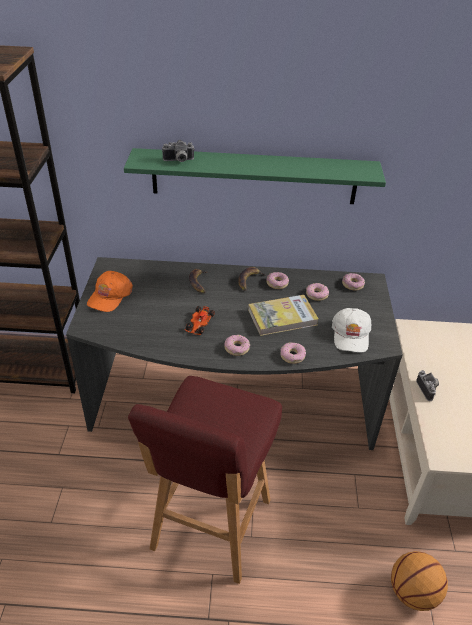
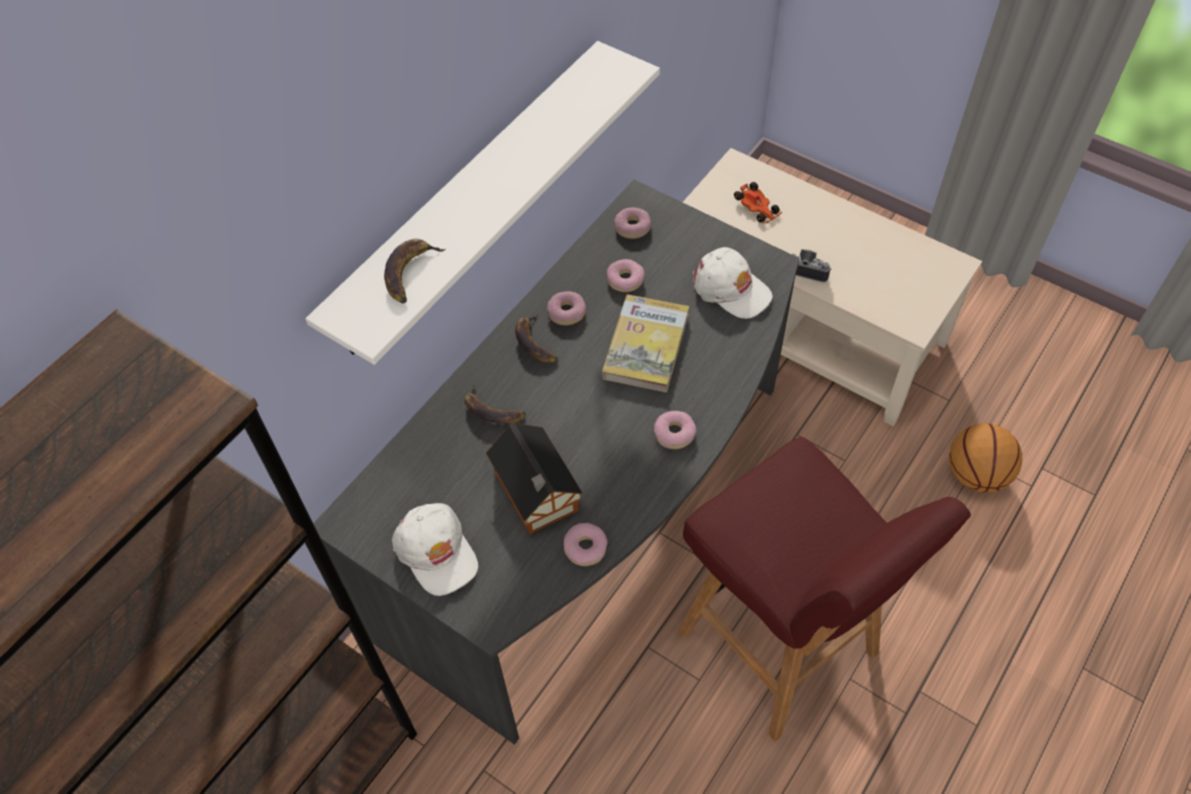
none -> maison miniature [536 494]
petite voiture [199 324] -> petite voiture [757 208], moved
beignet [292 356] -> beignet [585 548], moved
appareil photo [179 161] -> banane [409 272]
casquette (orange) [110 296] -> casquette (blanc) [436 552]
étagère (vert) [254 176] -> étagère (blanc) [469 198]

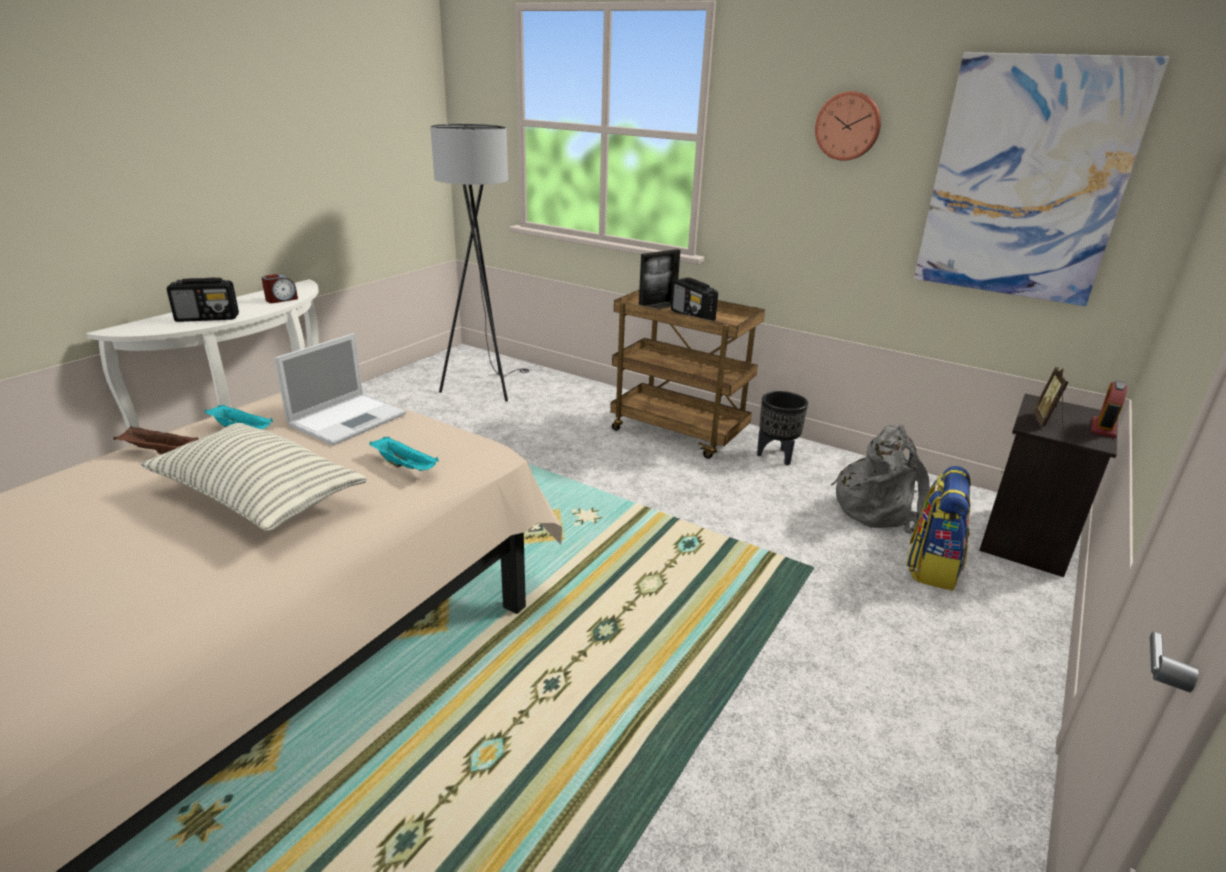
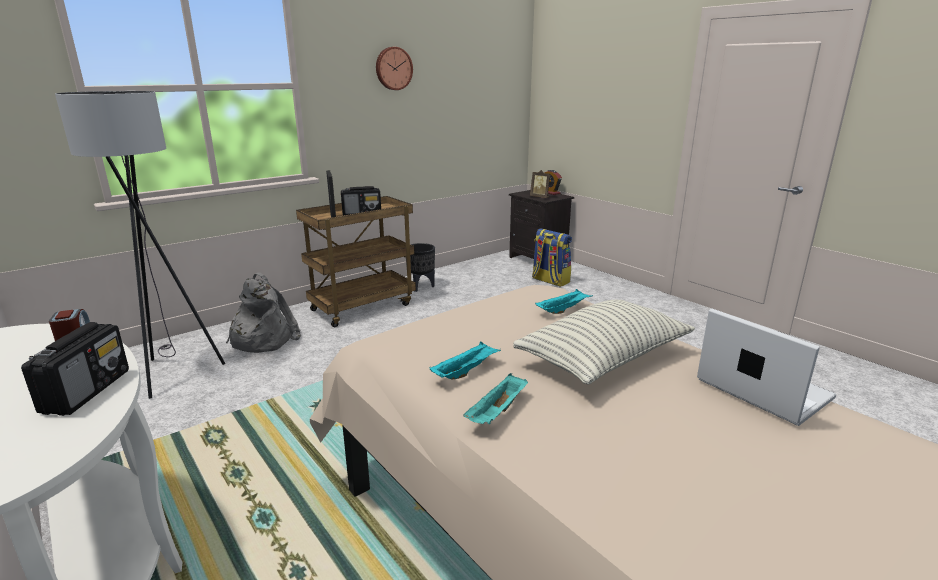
tableau [1026 180] -> none
ordinateur portable [349 419] -> ordinateur portable [760 388], moved
sac à dos (gris) [878 507] -> sac à dos (gris) [262 339], moved
plateau (marron) [158 451] -> plateau (turquoise) [497 413]

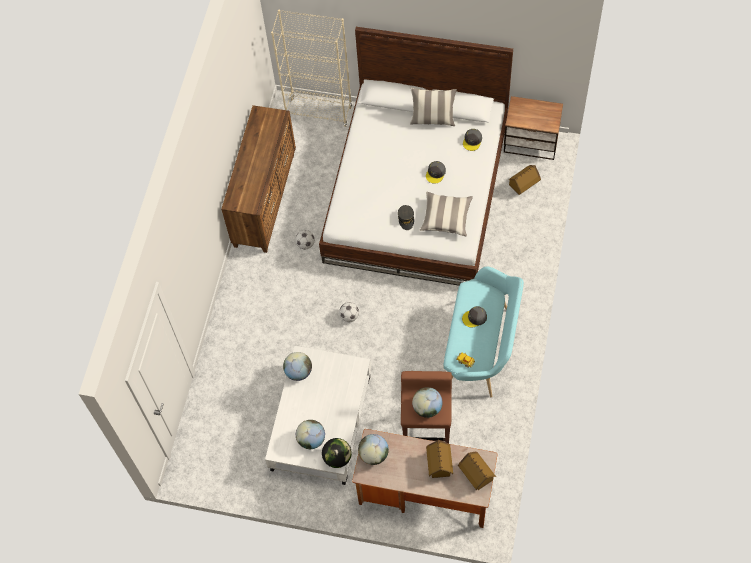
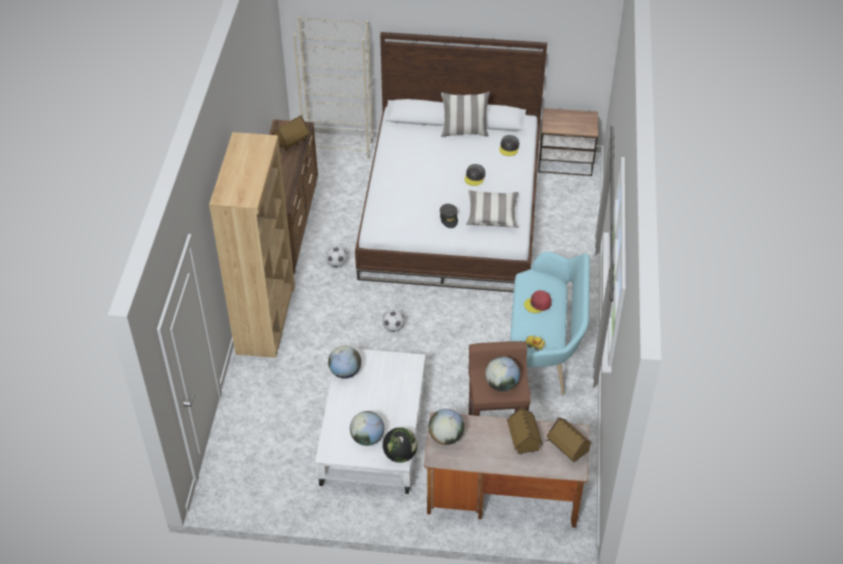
none -> bibliothèque (marron) [266 319]
maison miniature [523 185] -> maison miniature [292 143], moved
casquette (gris) [474 318] -> casquette (rouge) [538 304]

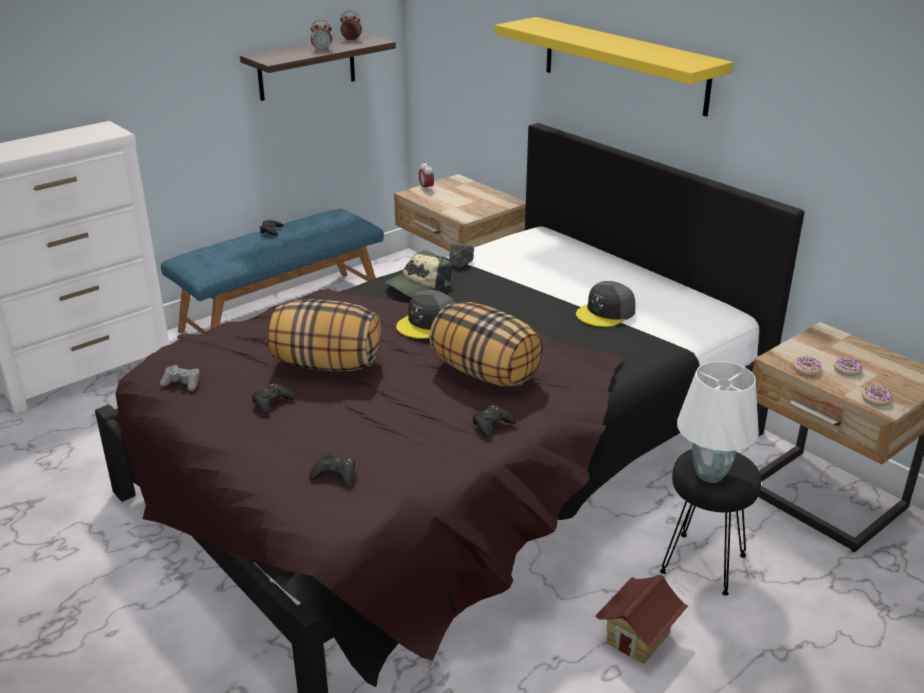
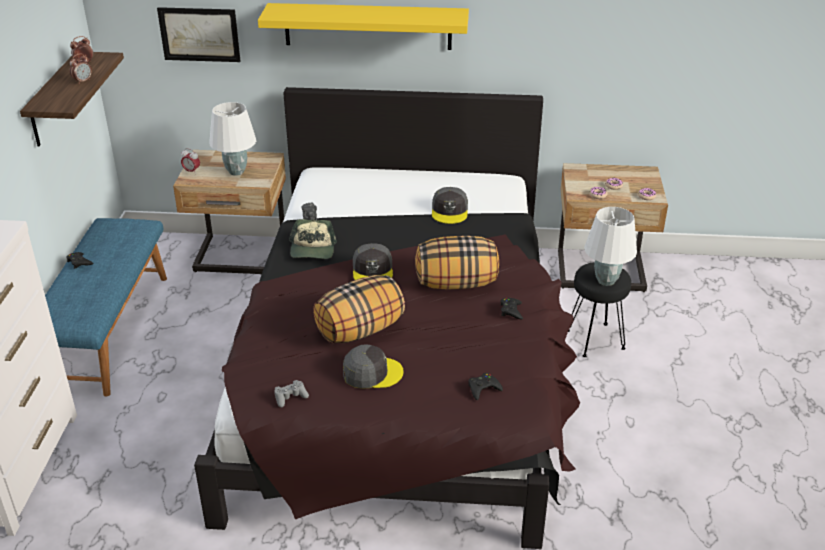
maison miniature [638 638] -> none
none -> tableau [199 34]
none -> lampe de table (blanc) [236 172]
manette (noir) [272 402] -> casquette (gris) [372 373]

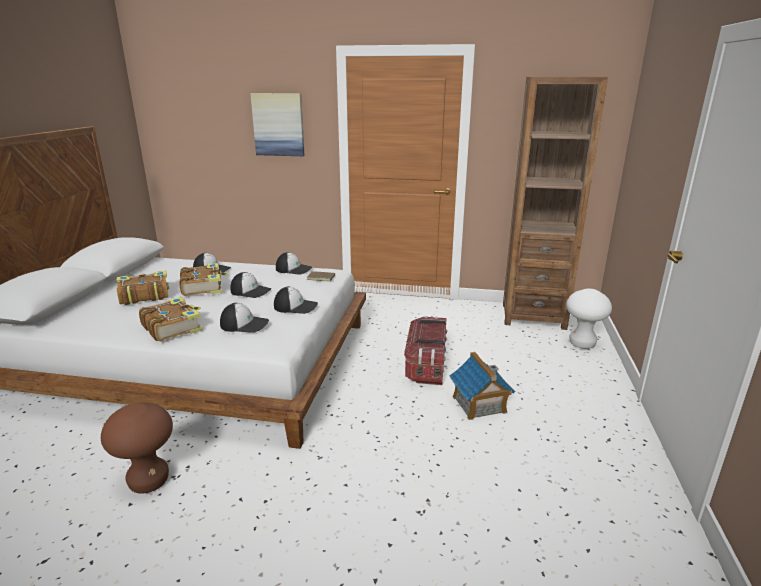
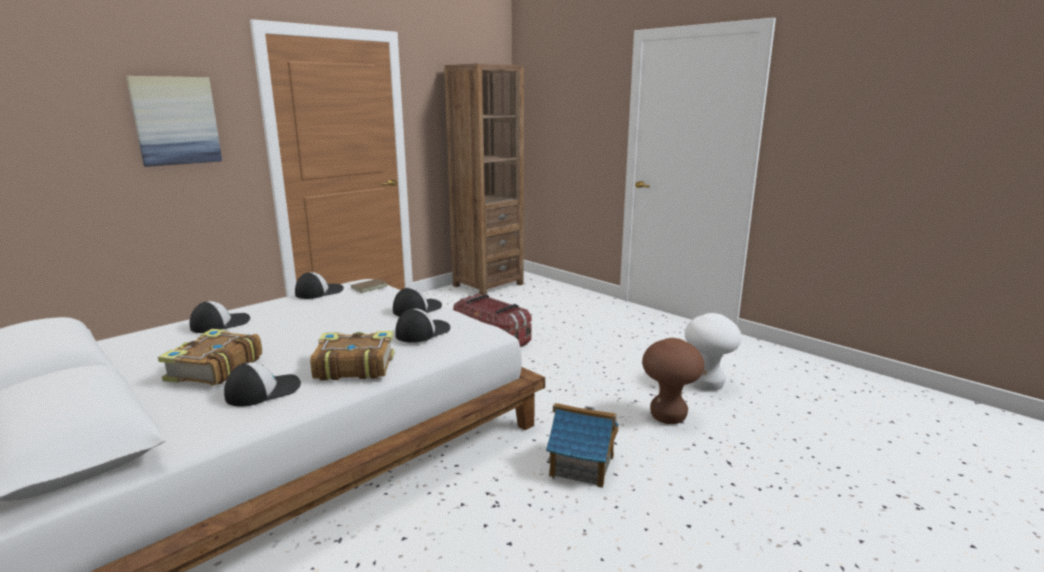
livre [203 287] -> none
tabouret (marron) [149 482] -> tabouret (marron) [668 417], moved
casquette [251 291] -> casquette [263 390], moved
maison miniature [479 405] -> maison miniature [582 466], moved
tabouret (blanc) [582 344] -> tabouret (blanc) [707 385], moved

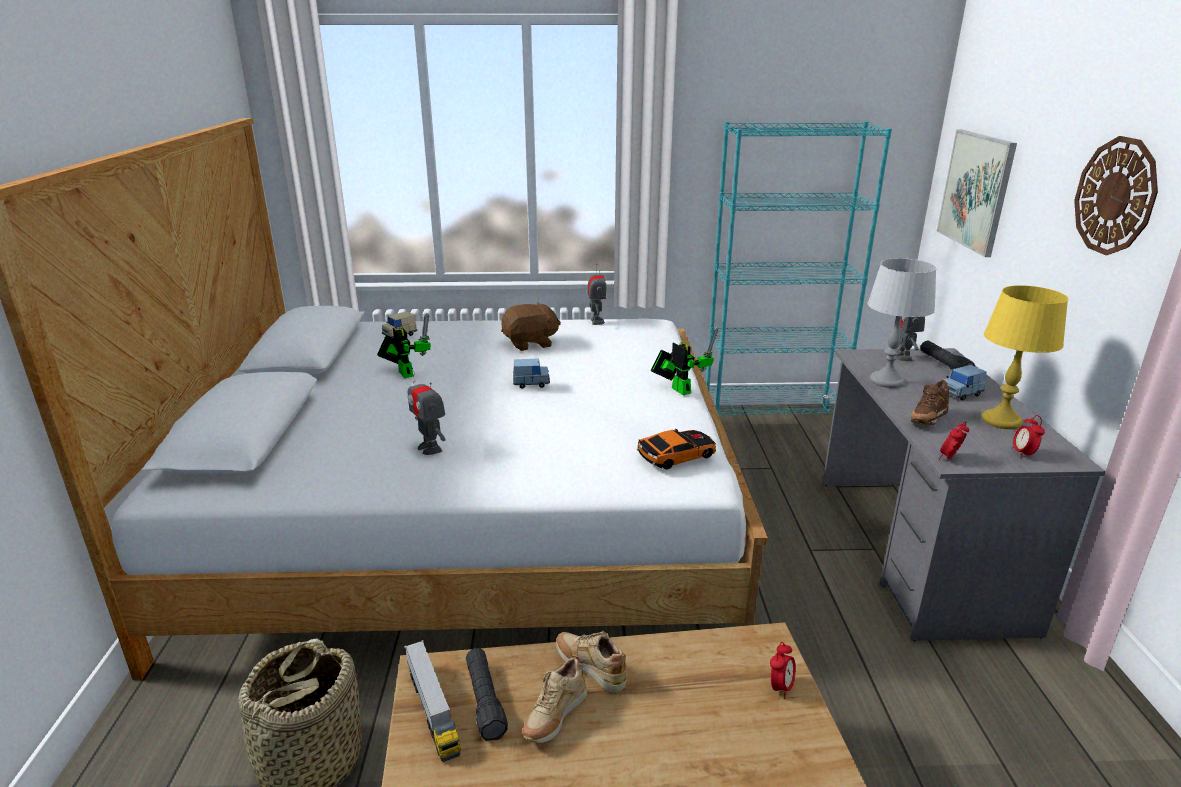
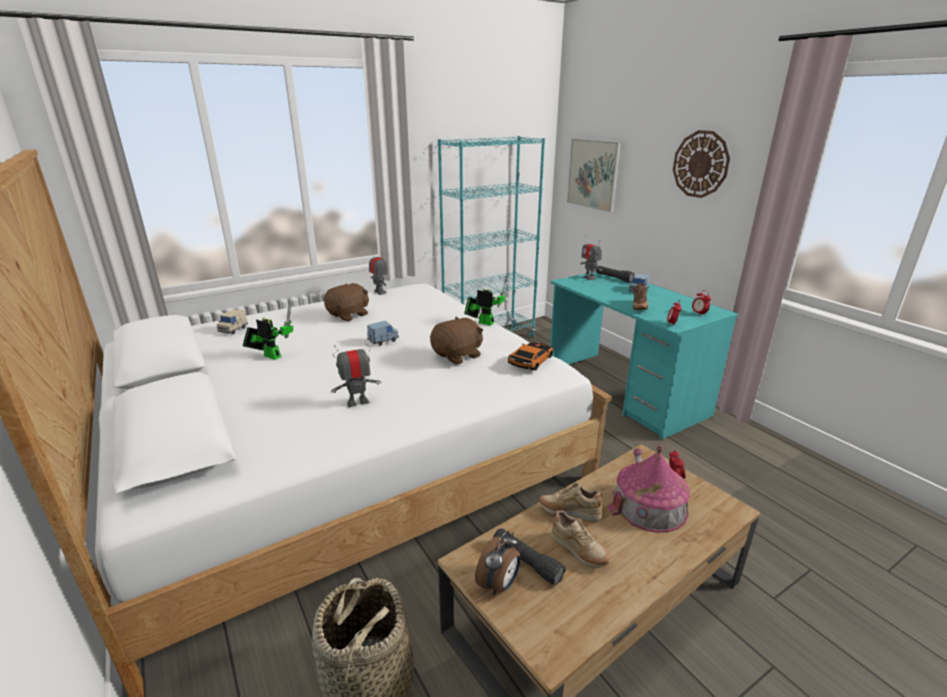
lampe de table (gris) [887 381] -> none
lampe de table (jaune) [1002 421] -> none
none -> peluche (marron) [458 356]
none -> maison miniature [649 505]
camion jouet [433 710] -> réveil [499 584]
bureau (gris) [917 550] -> bureau (turquoise) [624 392]
robot jouet [430 448] -> robot jouet [357 402], 135 degrees clockwise
chaussure (beige) [554 718] -> chaussure (beige) [579 552], 45 degrees counterclockwise

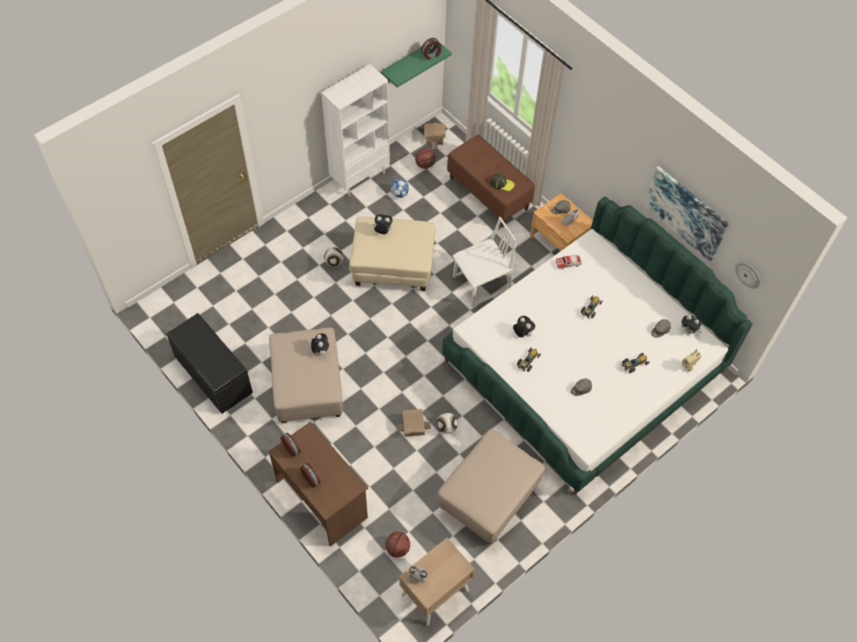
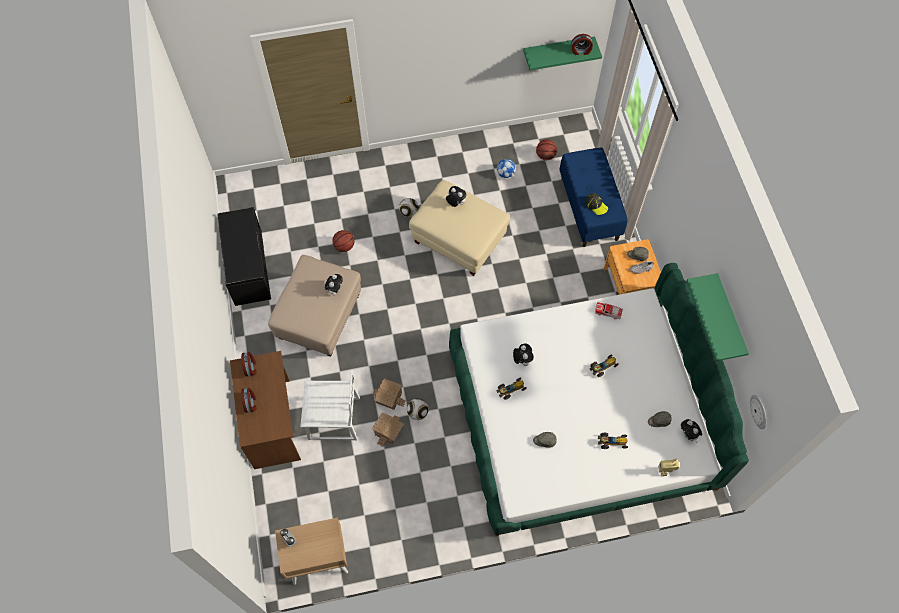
bibliothèque (blanc) [360 177] -> none
pouf (beige) [488 497] -> none
ballon de basket [397 548] -> ballon de basket [344 246], moved
maison miniature [435 138] -> maison miniature [389 431], moved
chaise (blanc) [481 284] -> chaise (blanc) [334 419], moved
tableau [686 213] -> étagère (vert) [729 318]
banc (marron) [489 193] -> banc (bleu) [589 209]

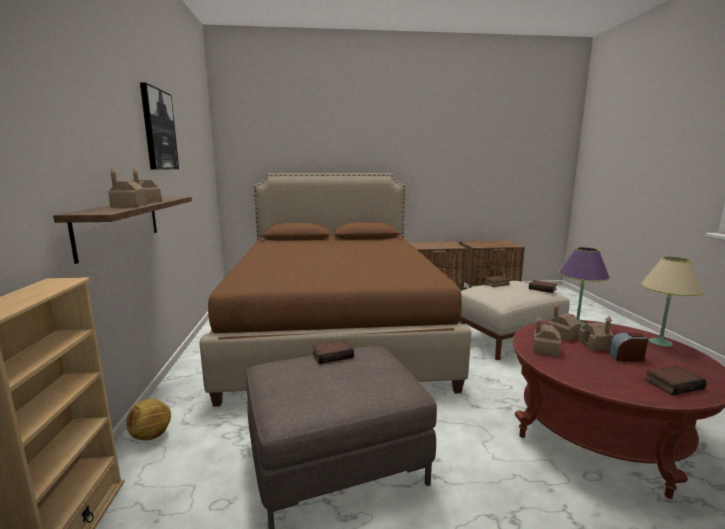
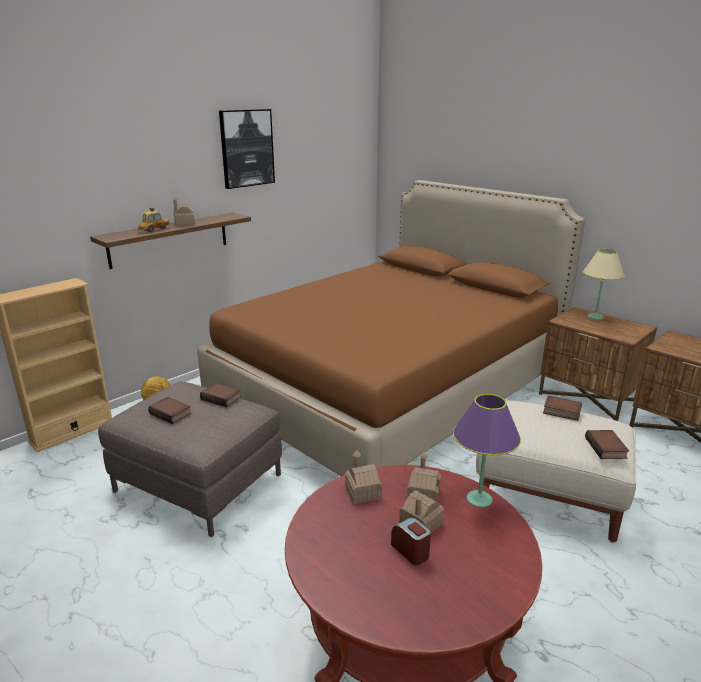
lampe de table (beige) [660 342] -> lampe de table (beige) [595 316], moved
livre [672 383] -> livre [171 413], moved
maison miniature [129 206] -> petite voiture [155 230]

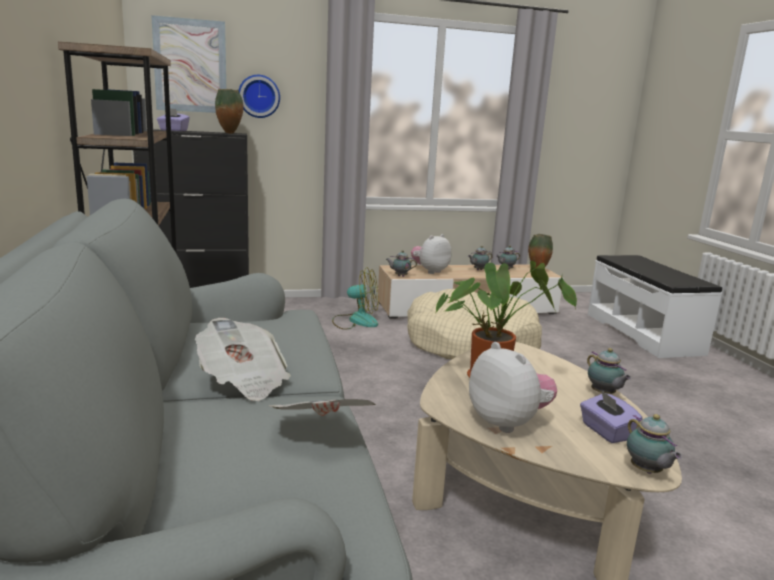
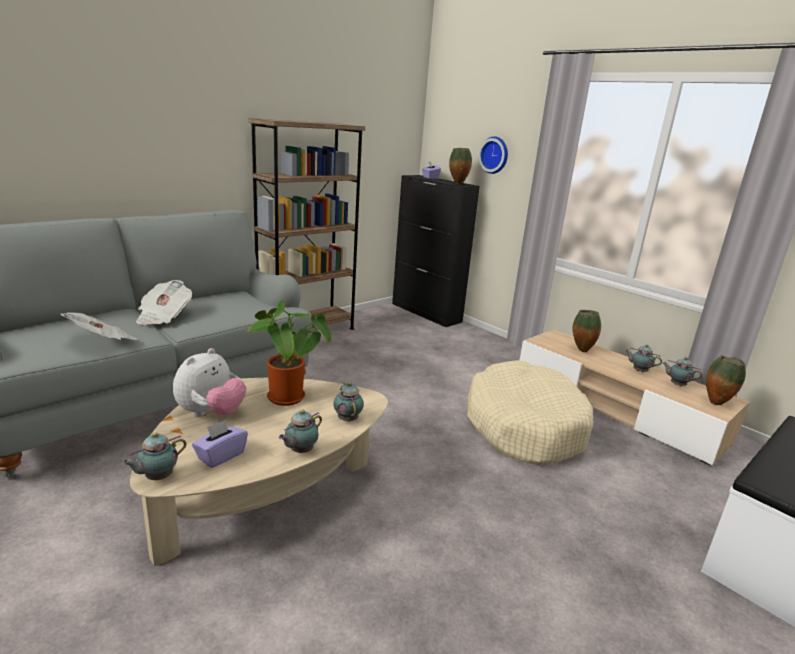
tableau [190 66] -> none
ventilateur [356 321] -> none
théière [400 276] -> théière [347 419], moved
peluche [430 271] -> vase [581 350]

